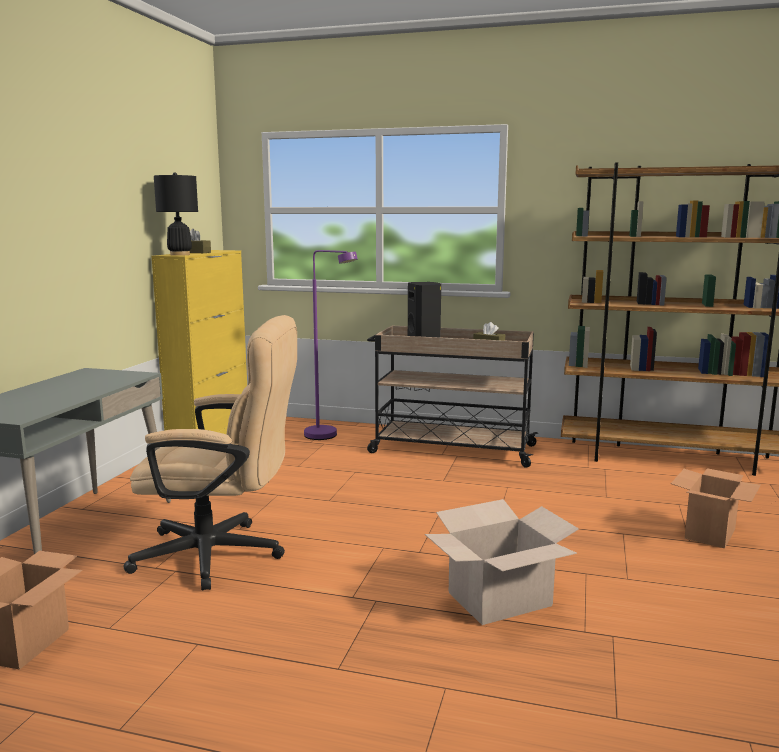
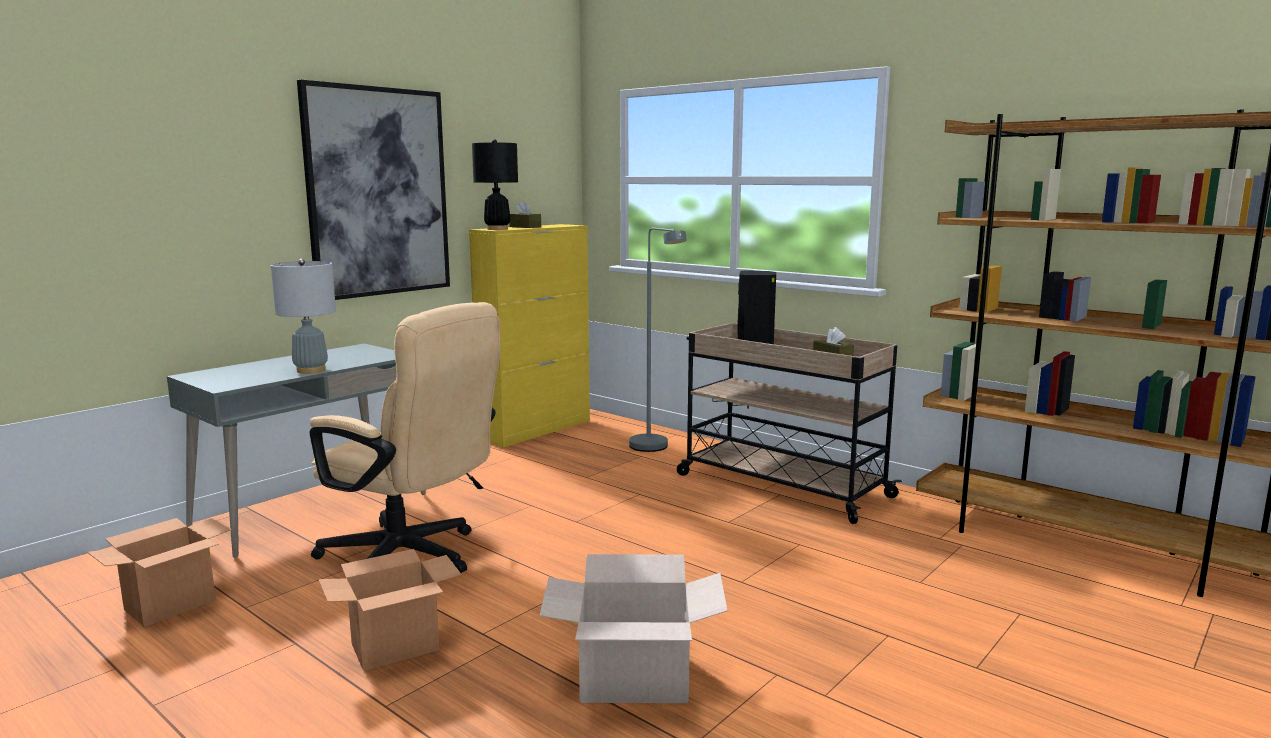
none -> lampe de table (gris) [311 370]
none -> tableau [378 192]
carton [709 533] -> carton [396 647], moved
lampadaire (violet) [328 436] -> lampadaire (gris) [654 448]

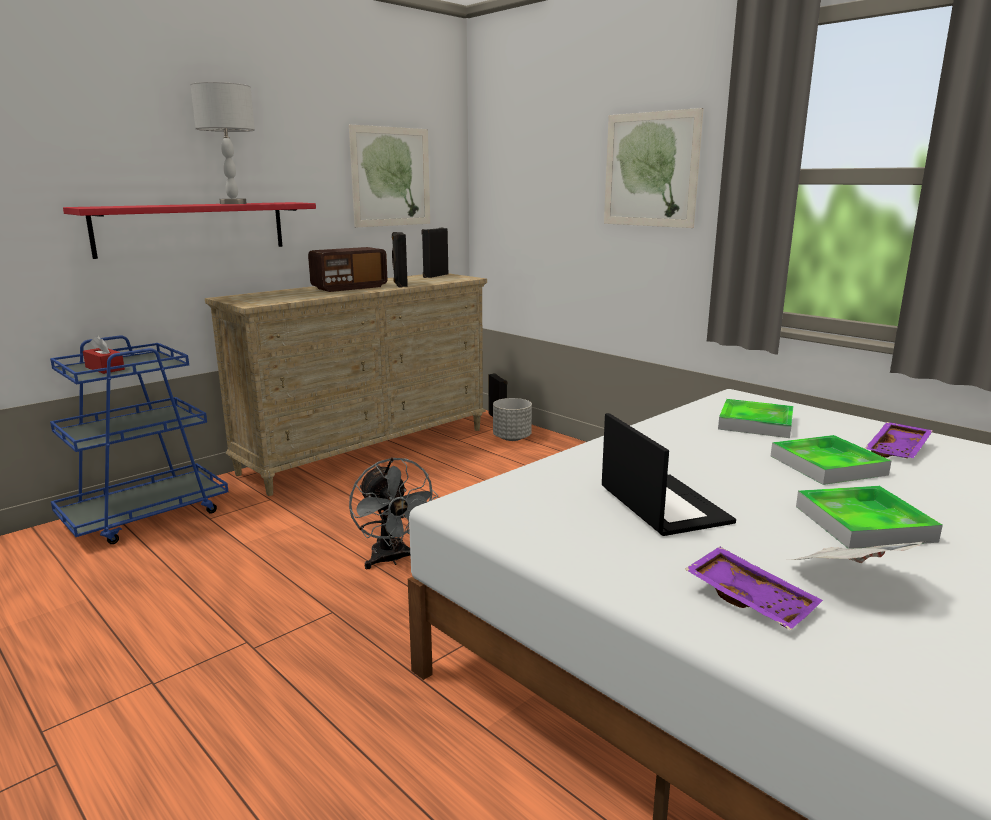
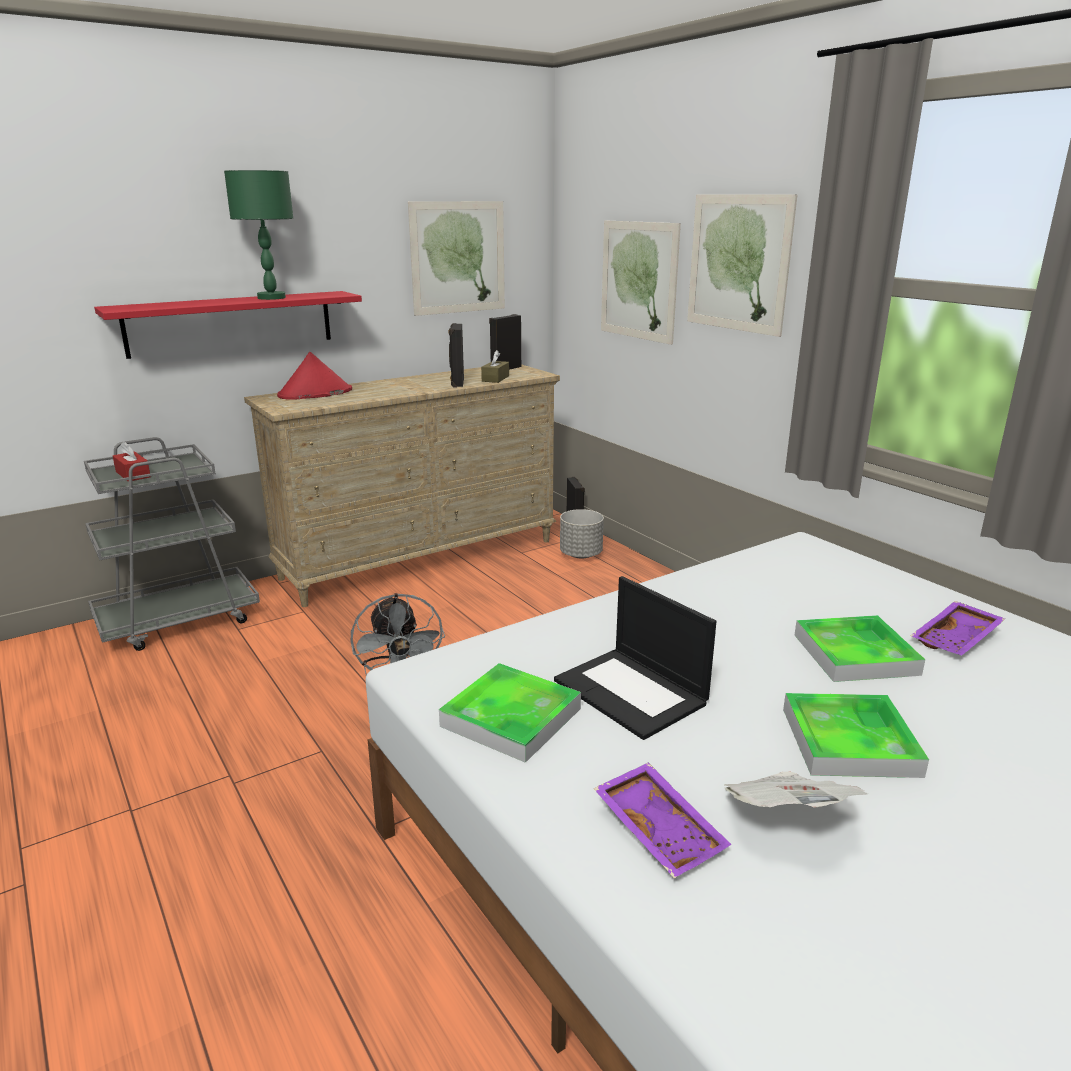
radio [349 288] -> none
none -> chapeau (rouge) [315 393]
none -> boîte à mouchoirs (marron) [495 378]
none -> tableau [638 280]
plateau [755 423] -> plateau [511 717], moved
chariot (bleu) [146 515] -> chariot (gris) [179 620]
lampe de table (gris) [233 203] -> lampe de table (vert) [271 298]
ordinateur portable [662 504] -> ordinateur portable [632 692], 150 degrees clockwise

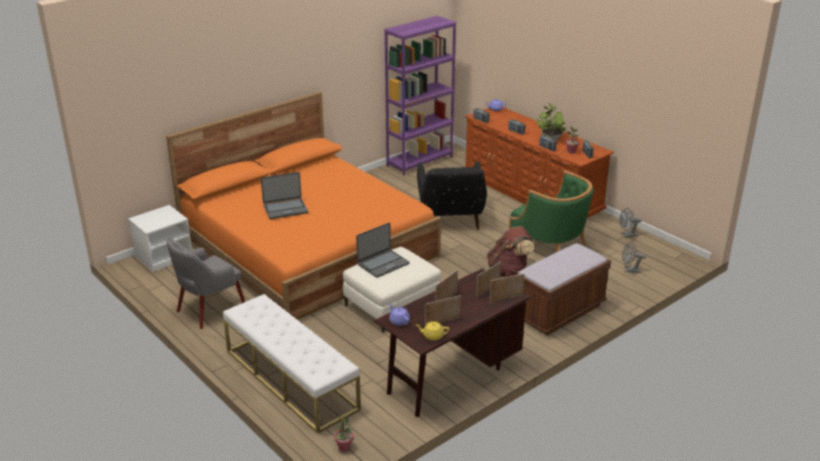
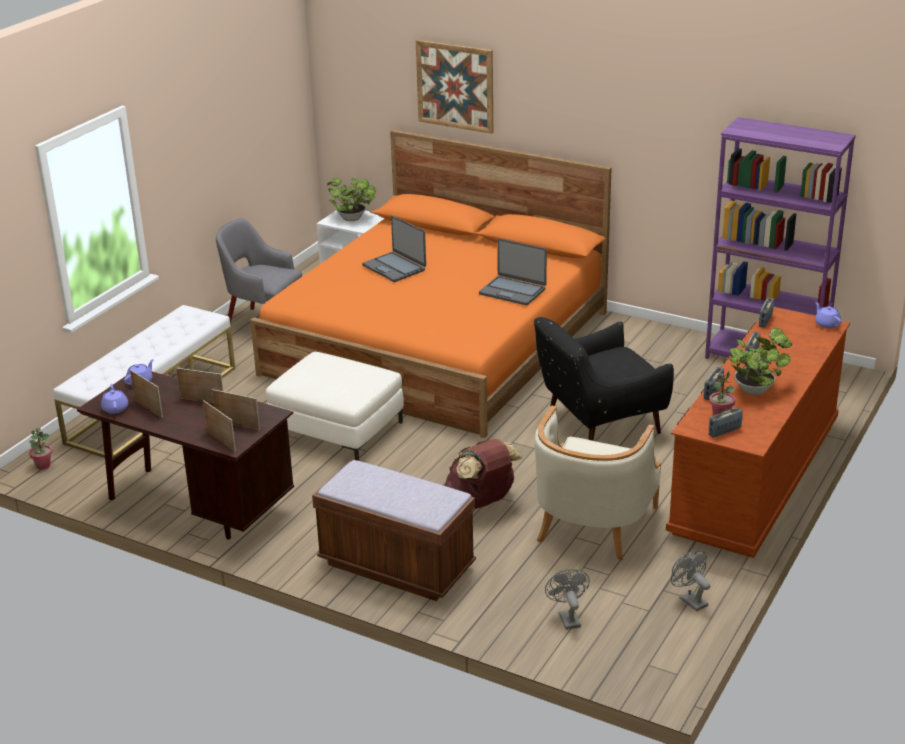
none -> plante en pot [353 219]
none -> tableau [455 86]
ordinateur portable [383 264] -> ordinateur portable [513 291], moved
théière (jaune) [432 336] -> théière (violet) [115 408]
fauteuil (vert) [549 244] -> fauteuil (beige) [593 524]

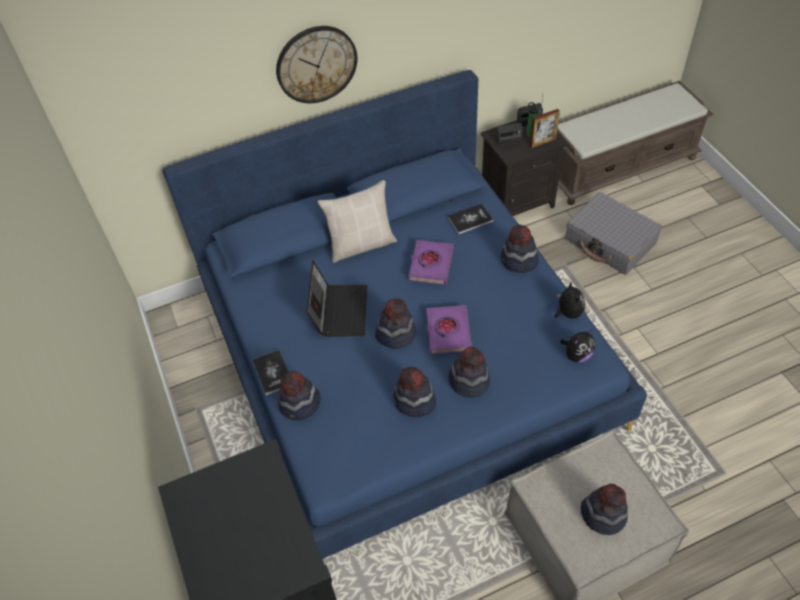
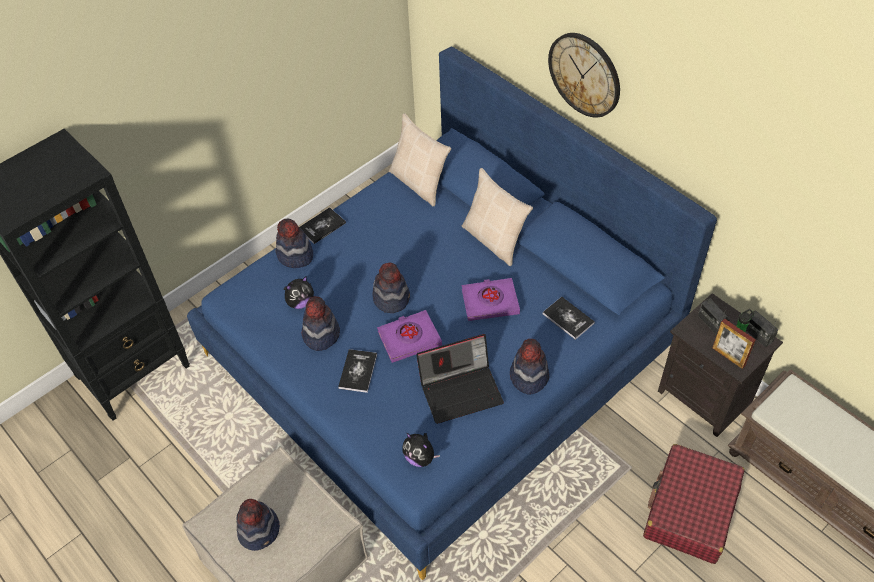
none -> coussin (beige) [419 183]
ordinateur portable [339 310] -> ordinateur portable [461 390], moved
peluche [568 313] -> peluche [300 302], moved
chapeau [469 381] -> livre [358 371]
valise (gris) [610 242] -> valise (rouge) [690 510]

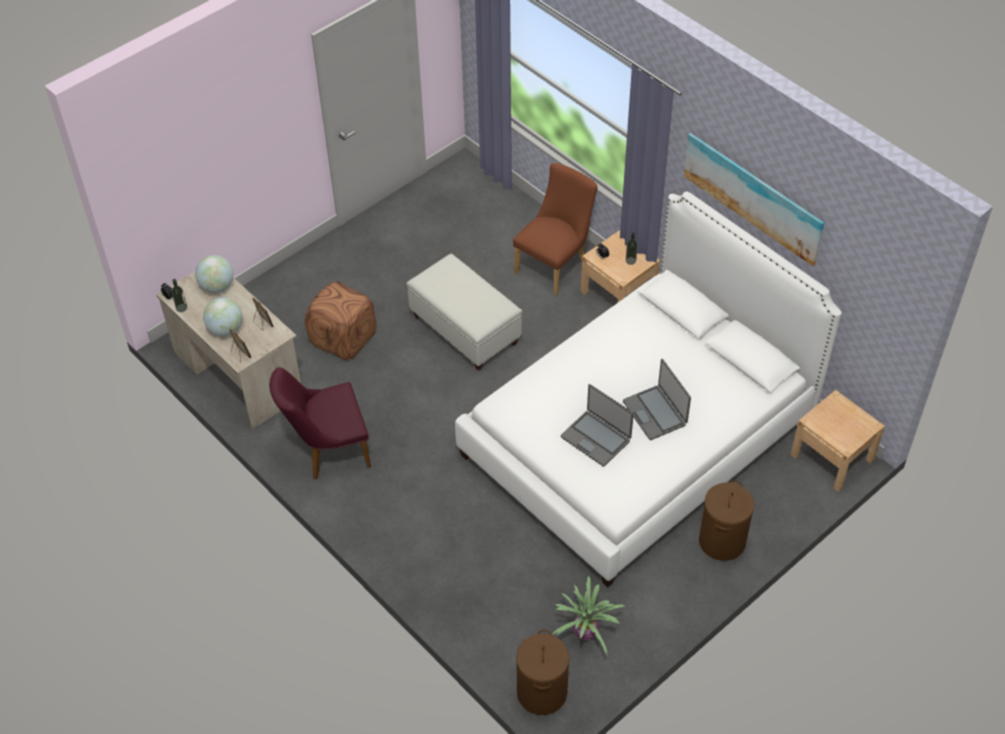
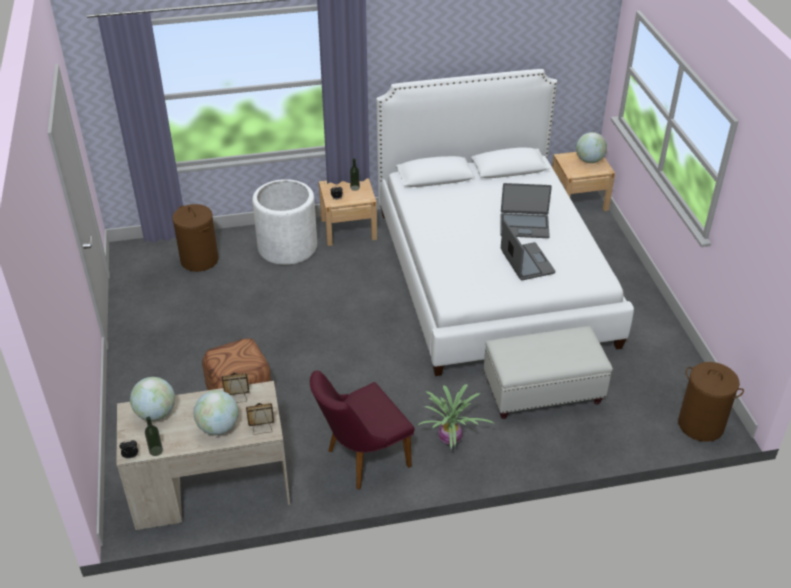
tableau [753 196] -> none
none -> globe [589 160]
pouf (blanc) [465 330] -> pouf (blanc) [543 391], moved
plante en pot [585 633] -> plante en pot [451 439], moved
panier à linge (marron) [722 541] -> panier à linge (marron) [199 260], moved
chaise (marron) [555 265] -> cache-pot (blanc) [287 247]
chaise (violet) [327 451] -> chaise (violet) [361 460], 45 degrees clockwise
ordinateur portable [596 438] -> ordinateur portable [526 262], 90 degrees counterclockwise

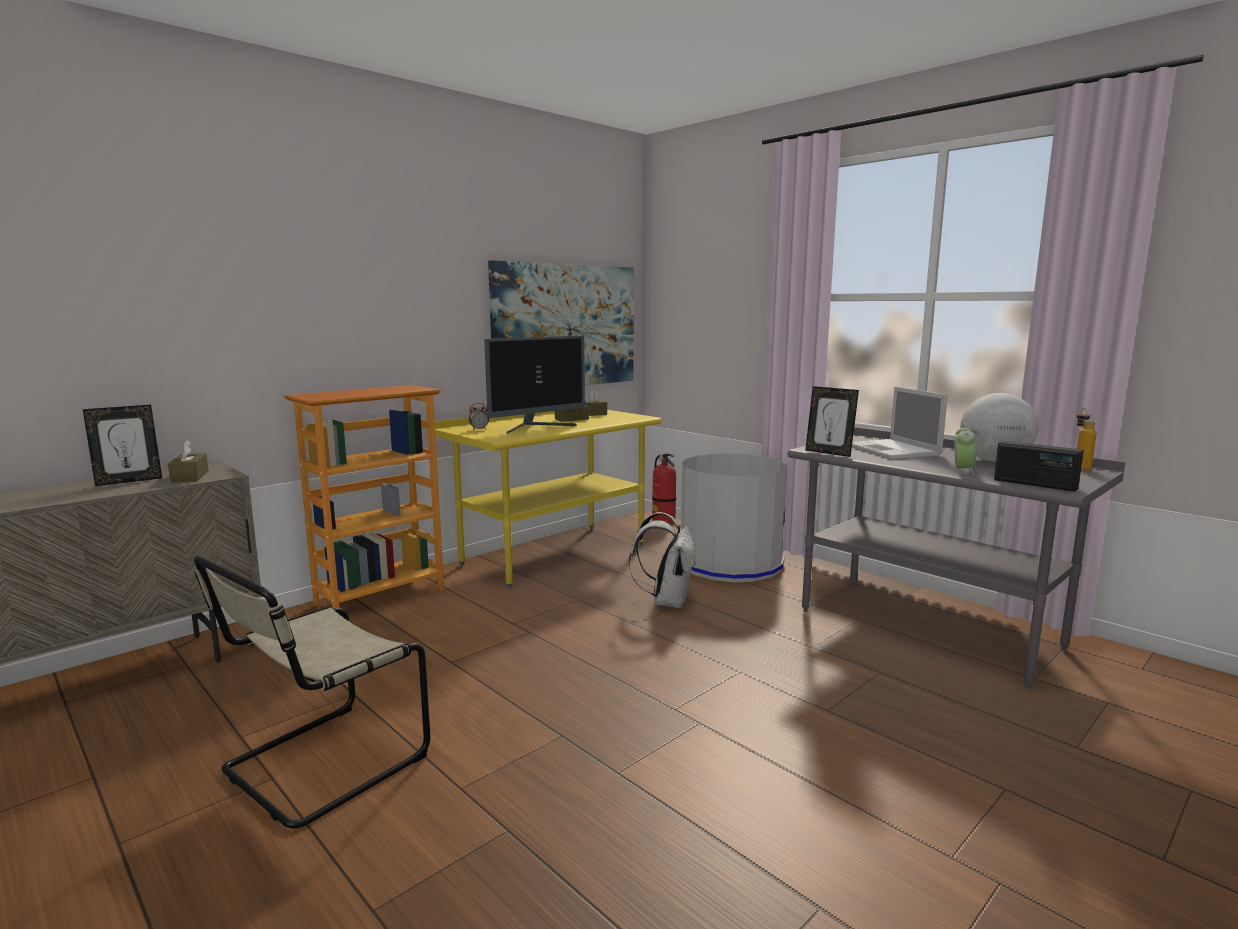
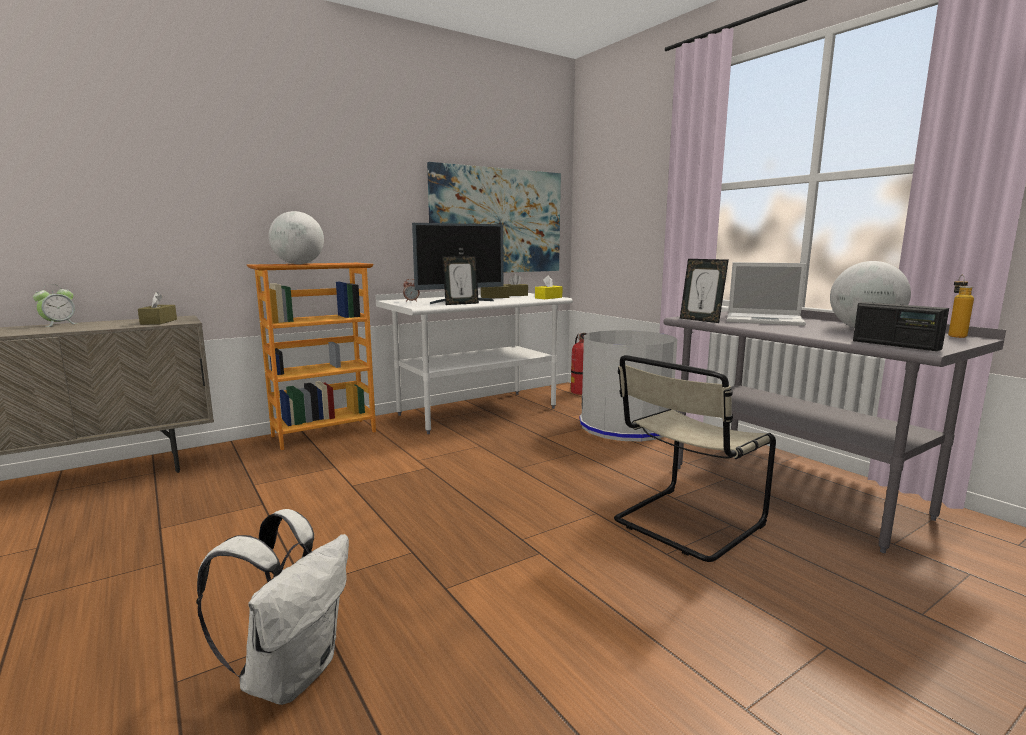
none -> globe [299 264]
none -> boîte à mouchoirs (jaune) [548 298]
cadre photo [129 481] -> cadre photo [461 304], moved
chaise (beige) [319 766] -> chaise (beige) [685 524], moved
sac à dos (blanc) [667 601] -> sac à dos (blanc) [291 673], moved
réveil [962 471] -> réveil [59 324], moved
bureau (jaune) [554 554] -> bureau (blanc) [477 411]
ordinateur portable [893 450] -> ordinateur portable [765 320], 60 degrees counterclockwise

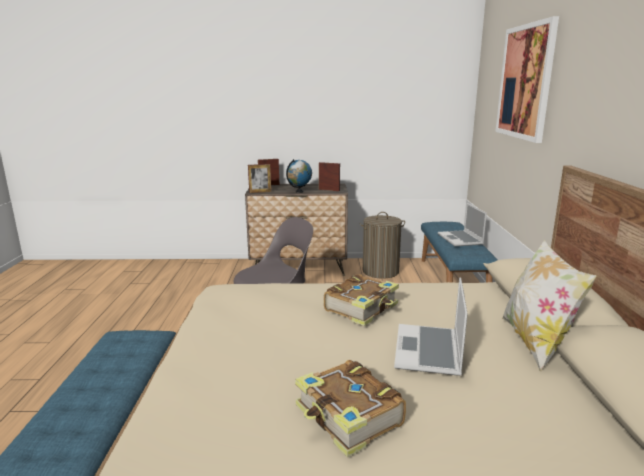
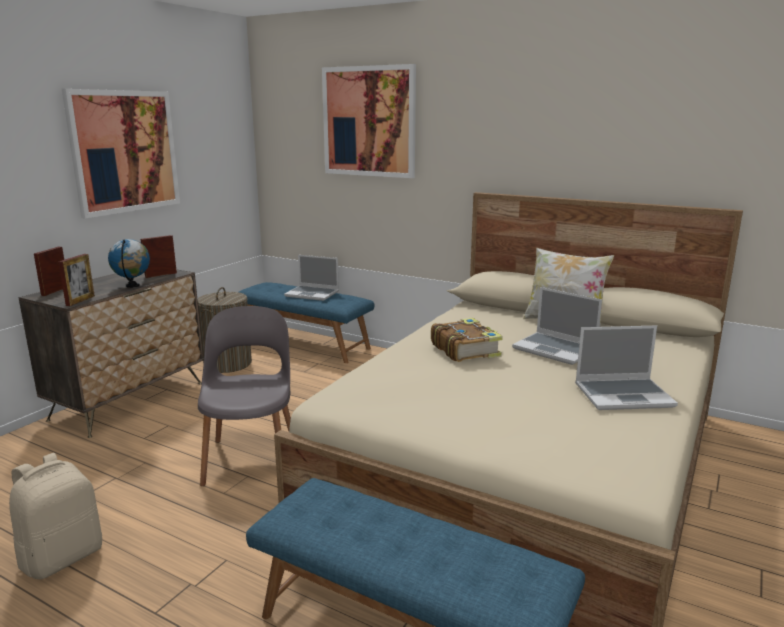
none -> sac à dos (beige) [62 556]
none -> tableau [124 151]
livre [348 418] -> ordinateur portable [624 395]

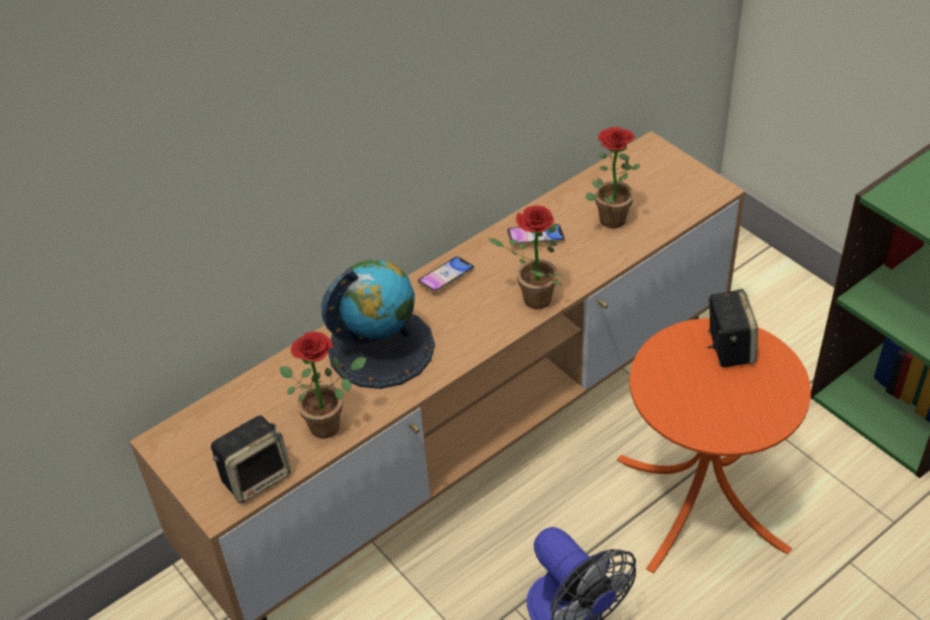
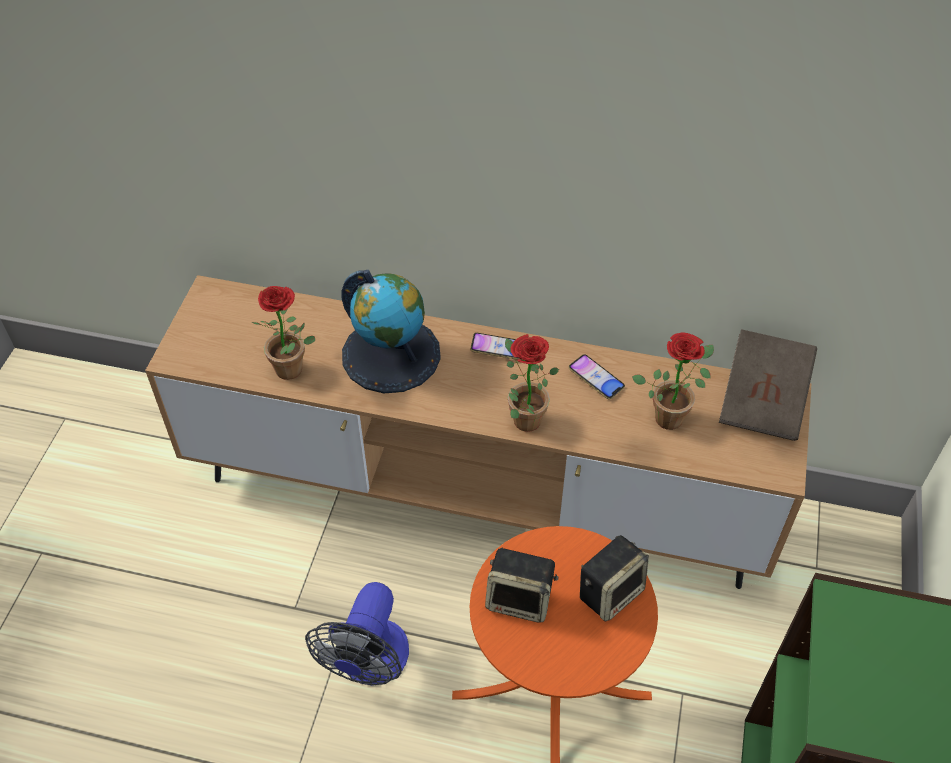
none -> livre (marron) [763 401]
enceinte [256 476] -> enceinte [520 599], moved

